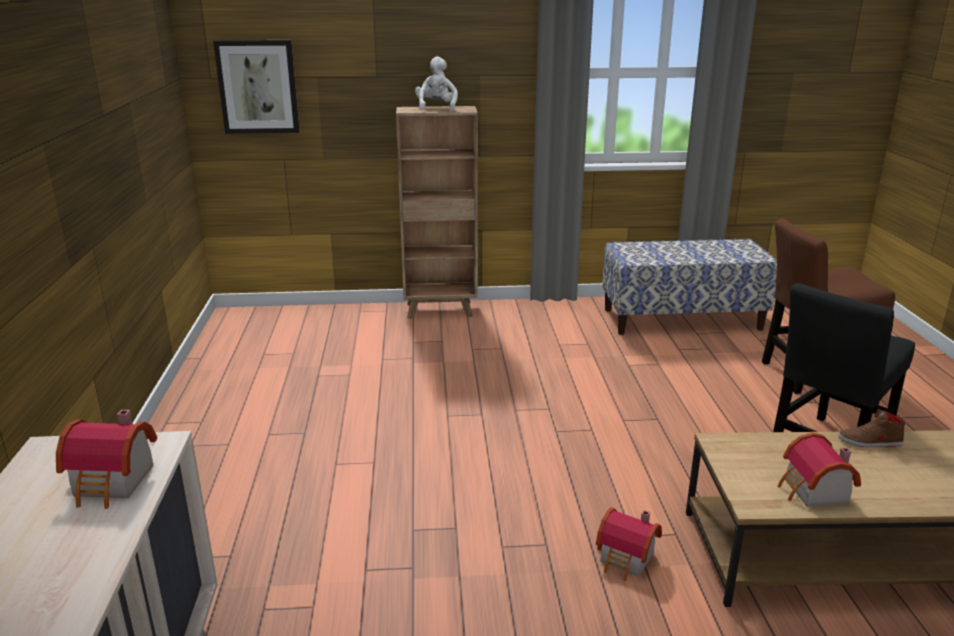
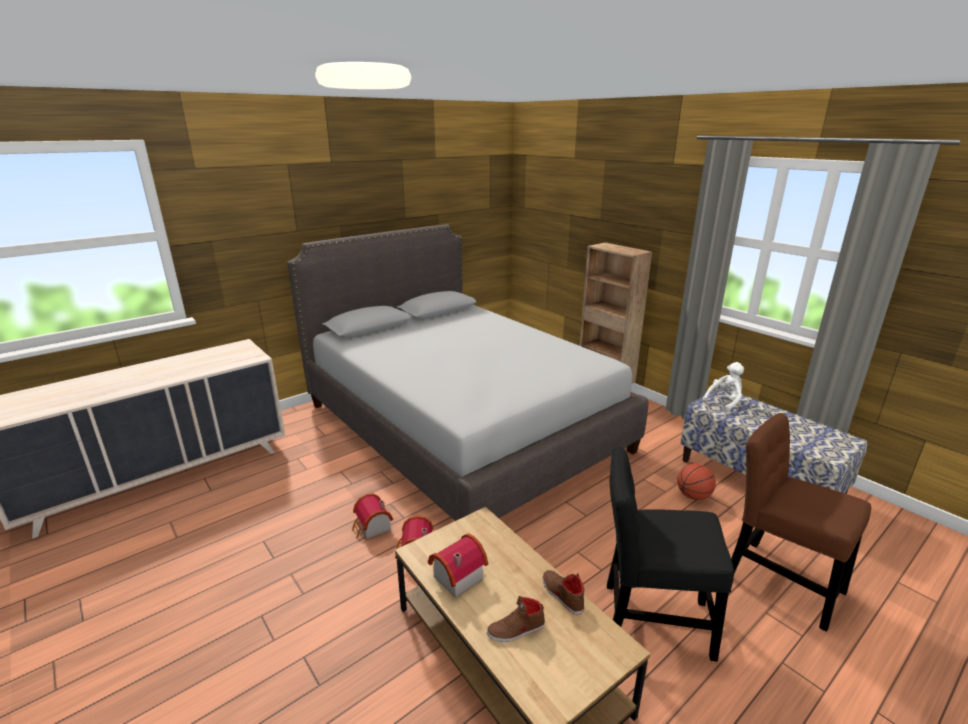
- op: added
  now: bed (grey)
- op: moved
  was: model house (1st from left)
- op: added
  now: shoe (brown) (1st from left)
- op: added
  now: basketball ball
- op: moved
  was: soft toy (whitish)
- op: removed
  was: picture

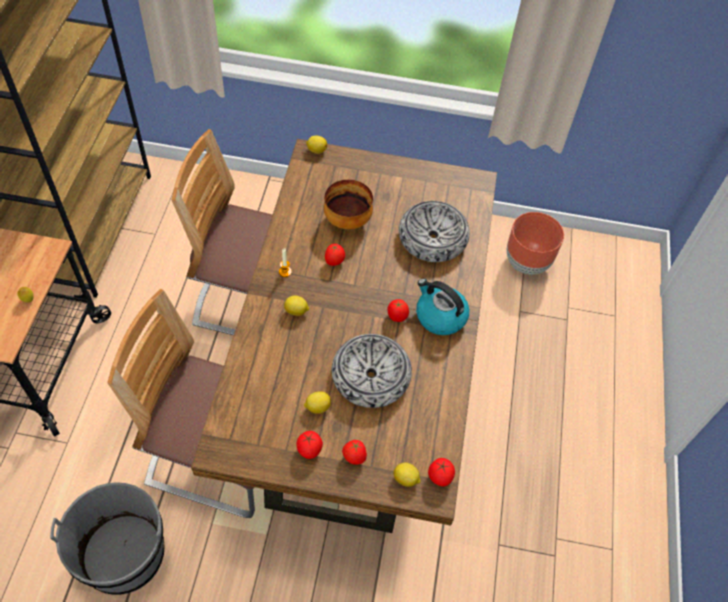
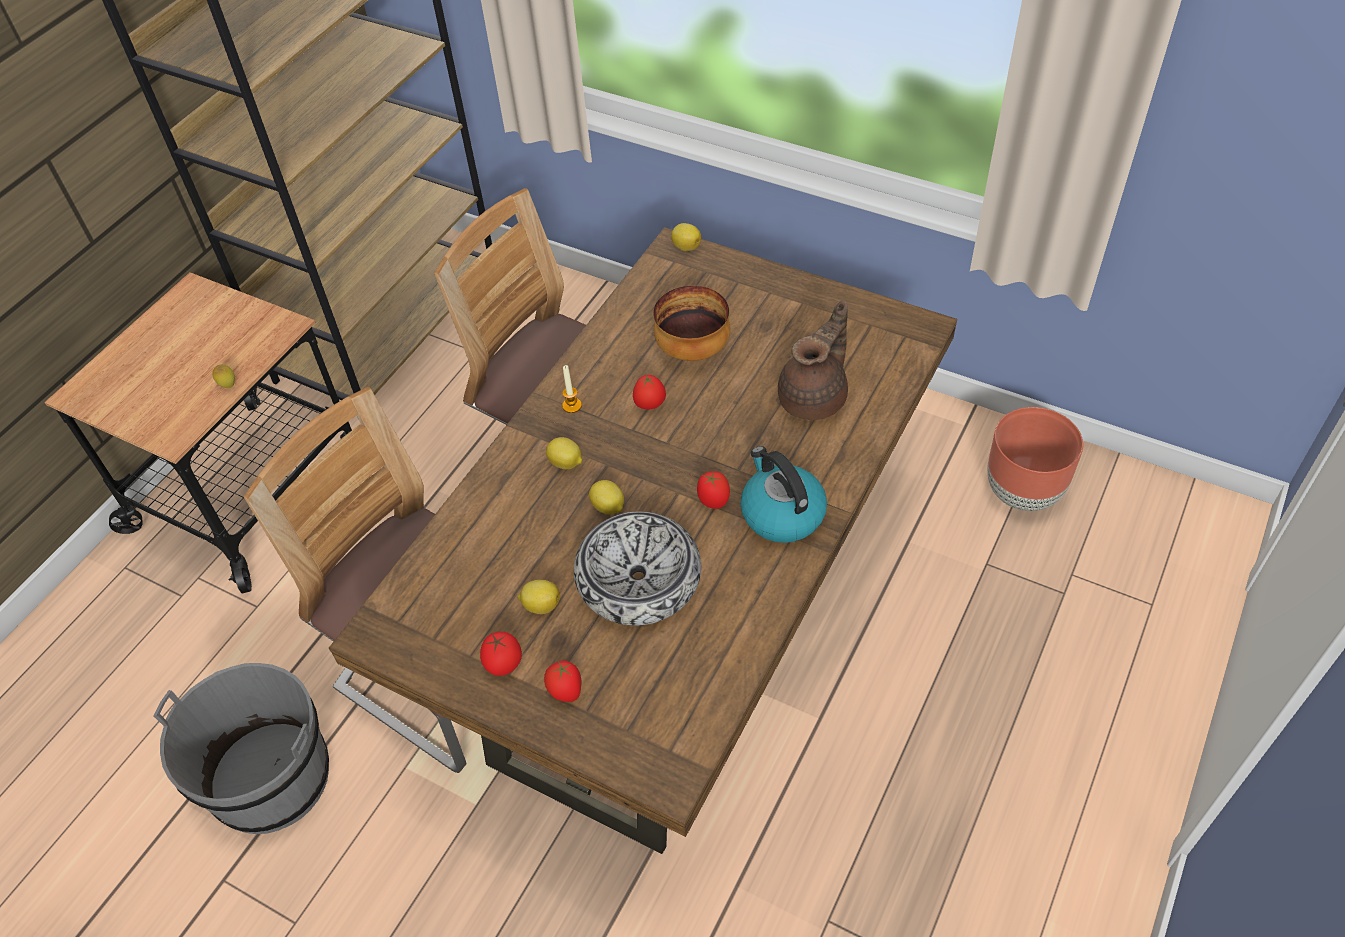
- op: moved
  was: citrus fruit (5th from left in the first image)
  now: citrus fruit (4th from left)
- op: replaced
  was: bowl (3rd from left)
  now: tea pot (brown)
- op: removed
  was: whole tomato (5th from left)

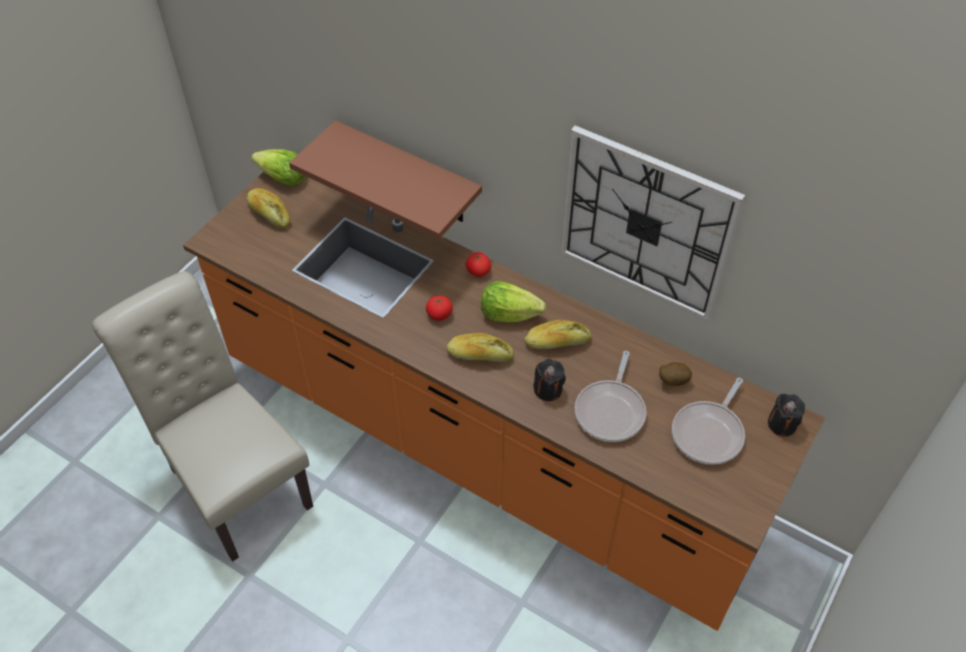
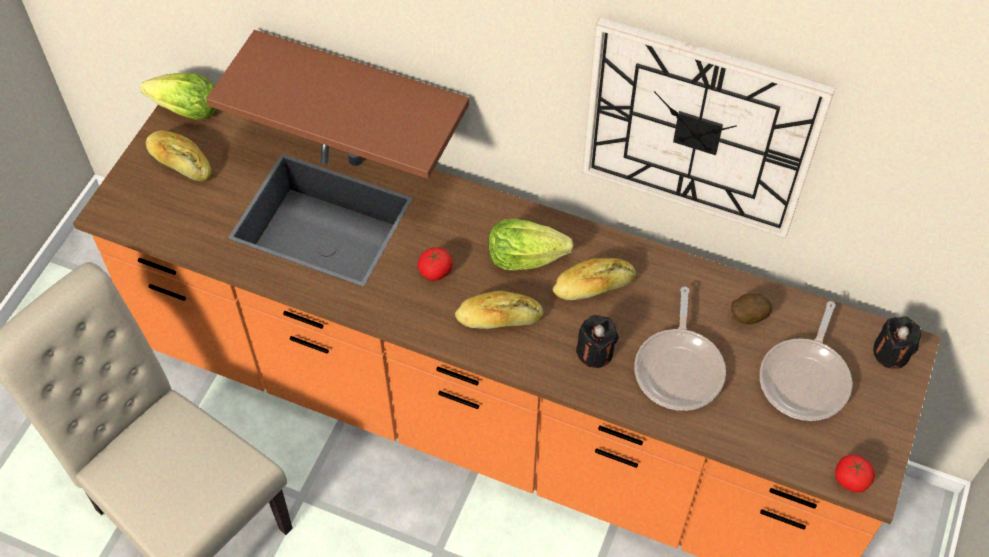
- op: moved
  was: whole tomato (2nd from left)

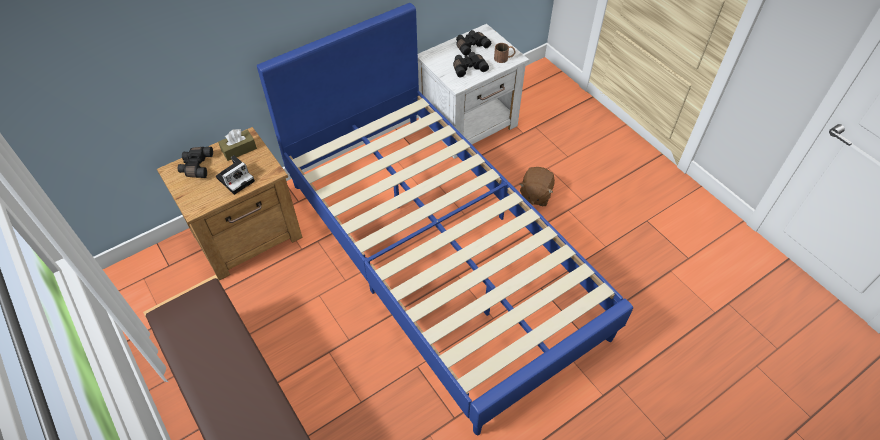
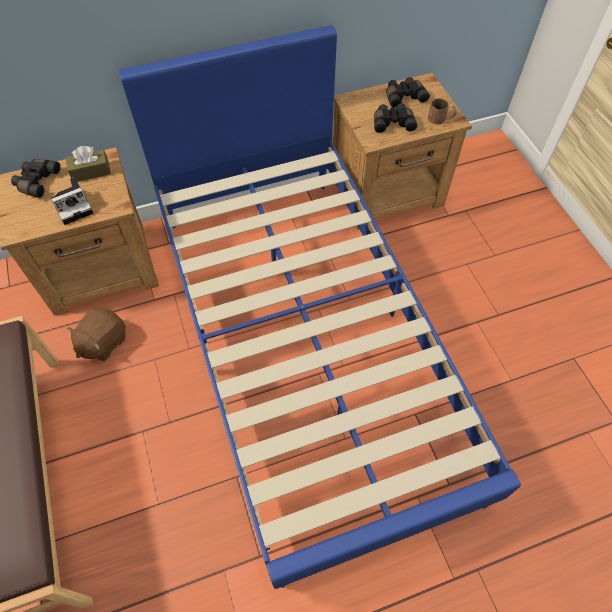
- op: moved
  was: soft toy (brown)
- op: recoloured
  was: night table (whitish)
  now: night table (brown) (2nd from left)

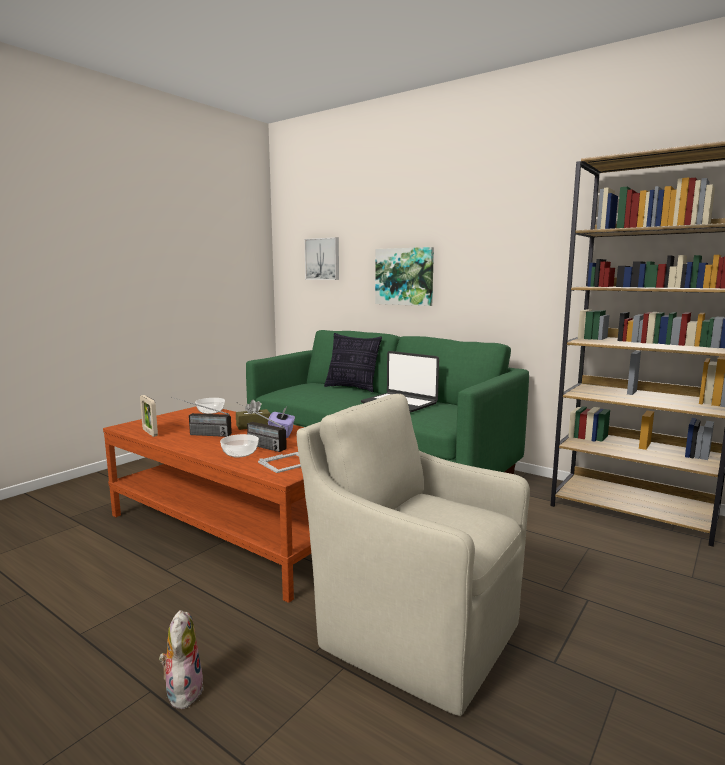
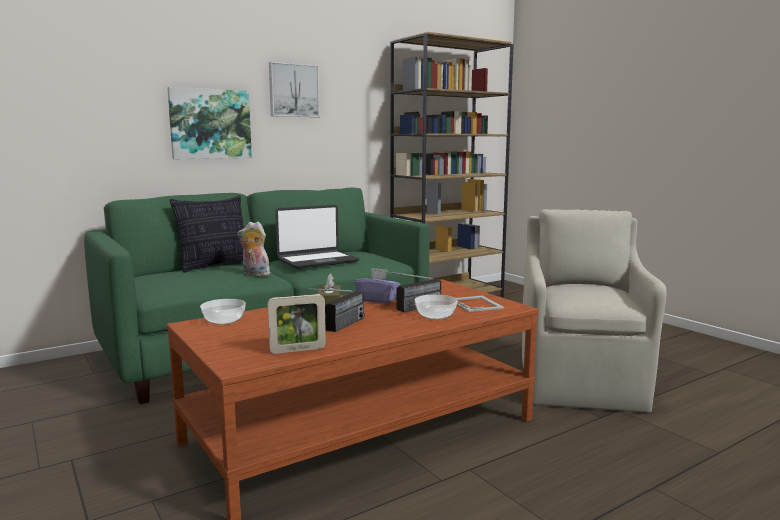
- op: moved
  was: soft toy
- op: moved
  was: picture (1st from left in the first image)
  now: picture (2nd from left)
- op: turned
  was: easy chair (sand-coloured)
  clockwise: 135

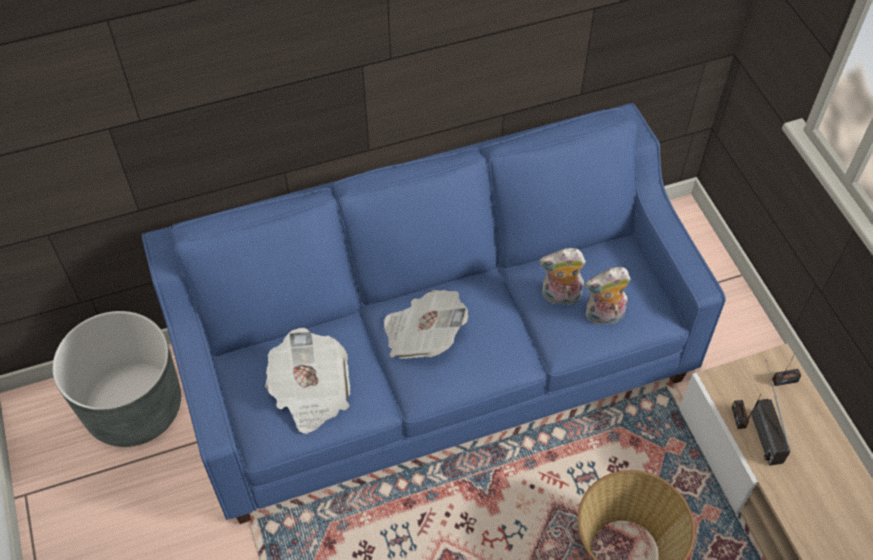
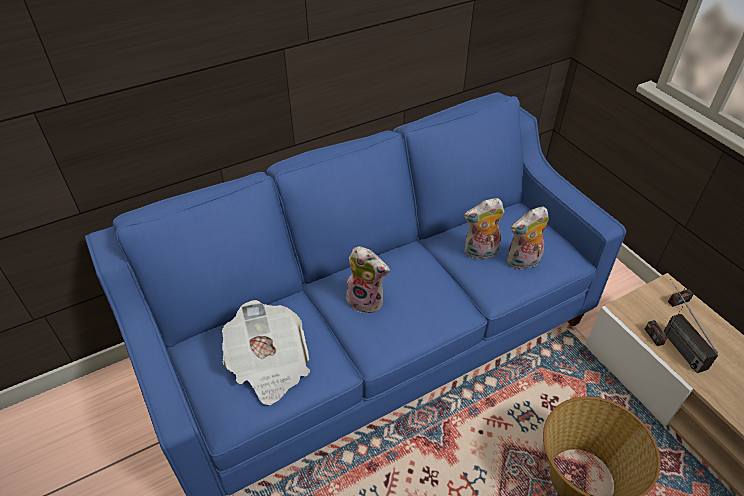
- op: replaced
  was: printed paper (2nd from left)
  now: soft toy (1st from left)
- op: removed
  was: plant pot (grey)

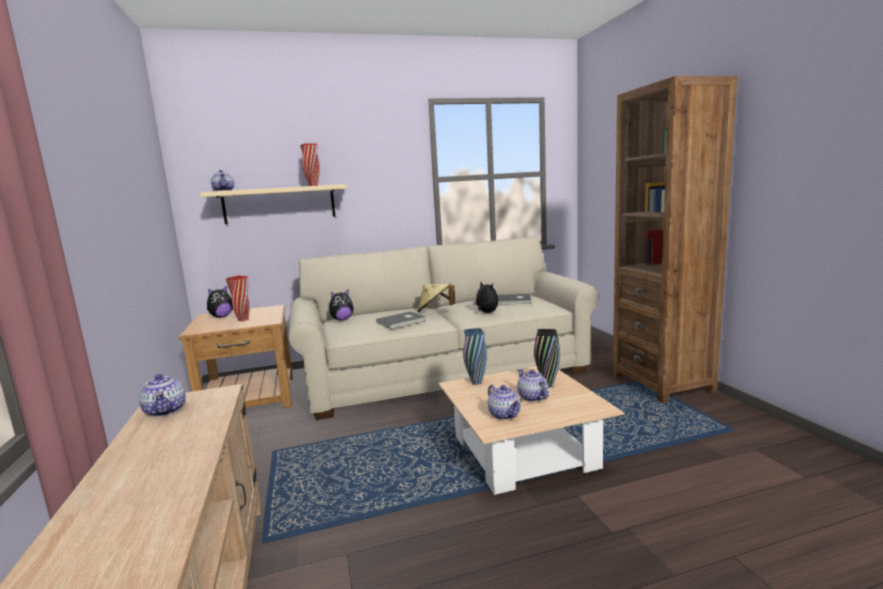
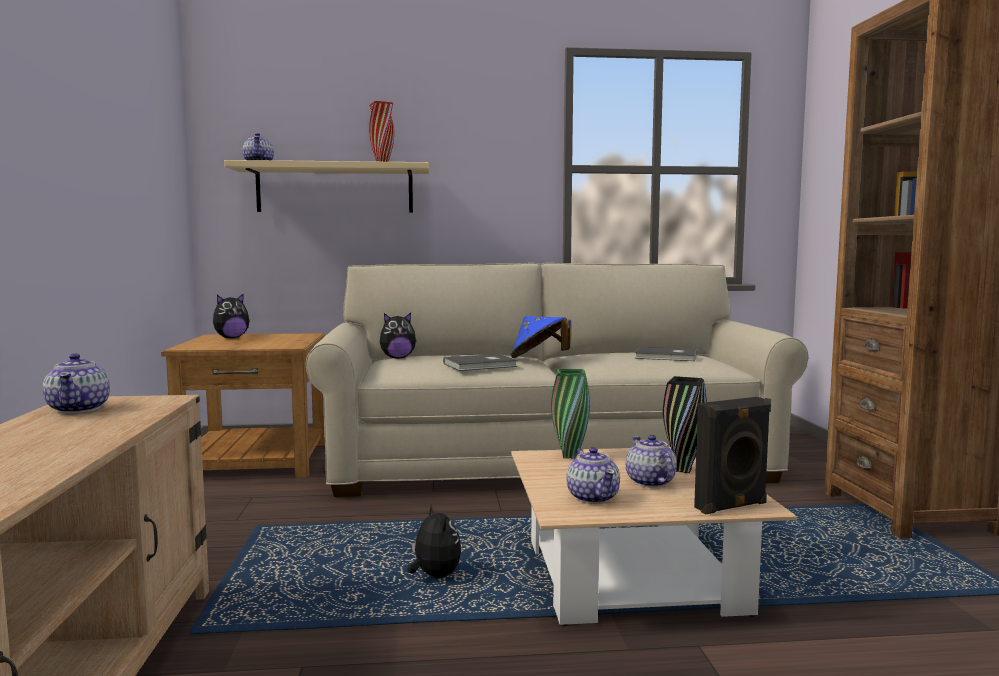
- op: moved
  was: soft toy (3rd from left)
- op: recoloured
  was: wearable hat (sand-coloured)
  now: wearable hat (blue-coloured)
- op: recoloured
  was: decorative vase (blue-coloured)
  now: decorative vase (green-coloured)
- op: added
  now: audio speaker (black)
- op: removed
  was: decorative vase (red) (1st from left)

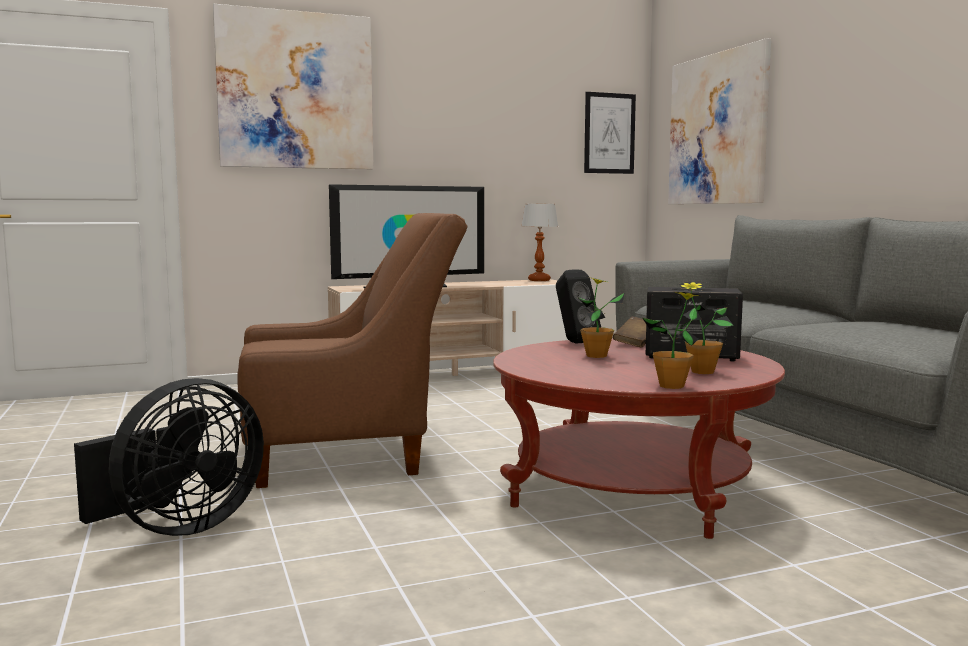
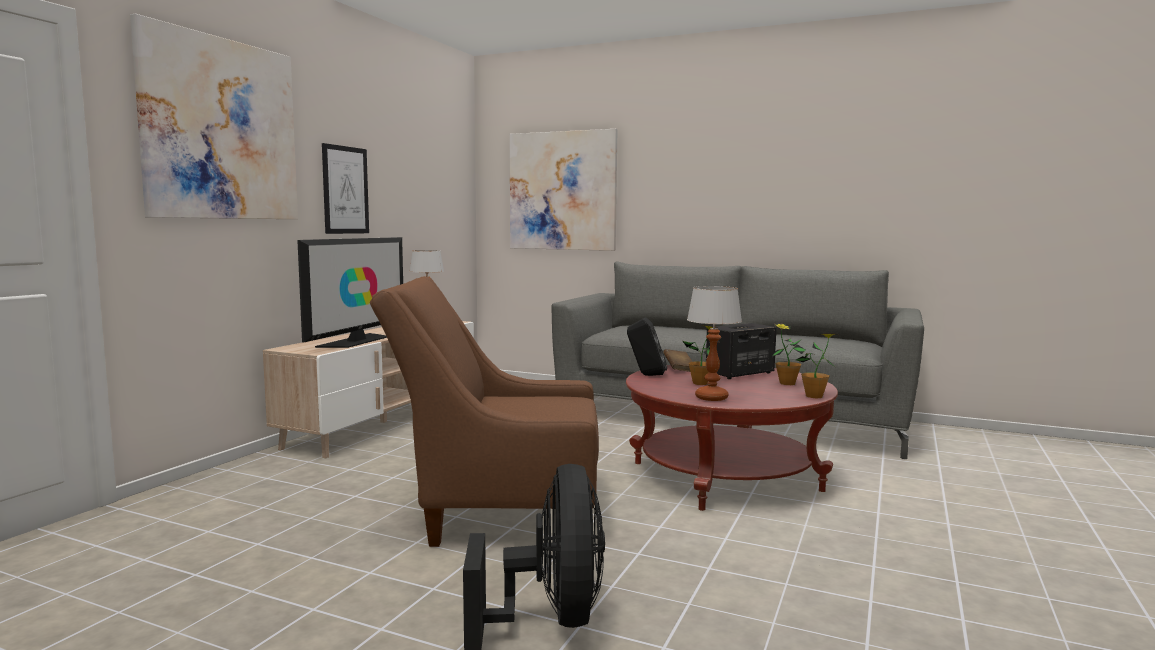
- op: moved
  was: picture (2nd from left)
- op: turned
  was: easy chair (brown)
  clockwise: -120
- op: added
  now: lamp for a table (2nd from left)

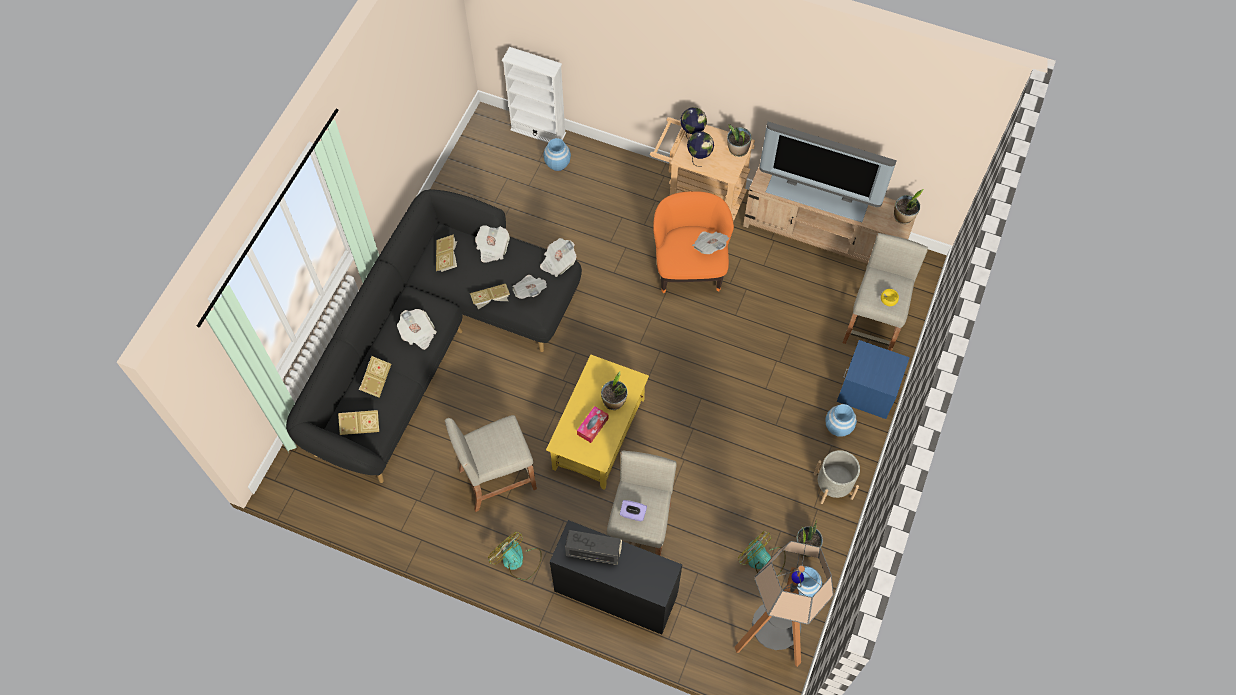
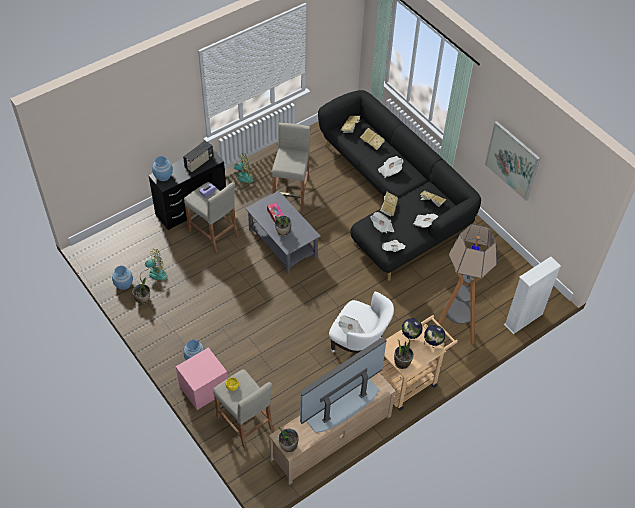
- op: moved
  was: decorative vase (blue-coloured) (1st from left in the first image)
  now: decorative vase (blue-coloured) (2nd from left)
- op: recoloured
  was: night table (blue-coloured)
  now: night table (pink)
- op: recoloured
  was: lounge table (yellow)
  now: lounge table (grey)
- op: recoloured
  was: easy chair (orange-coloured)
  now: easy chair (whitish)
- op: moved
  was: floor lamp
- op: added
  now: picture
- op: removed
  was: plant pot (grey)

